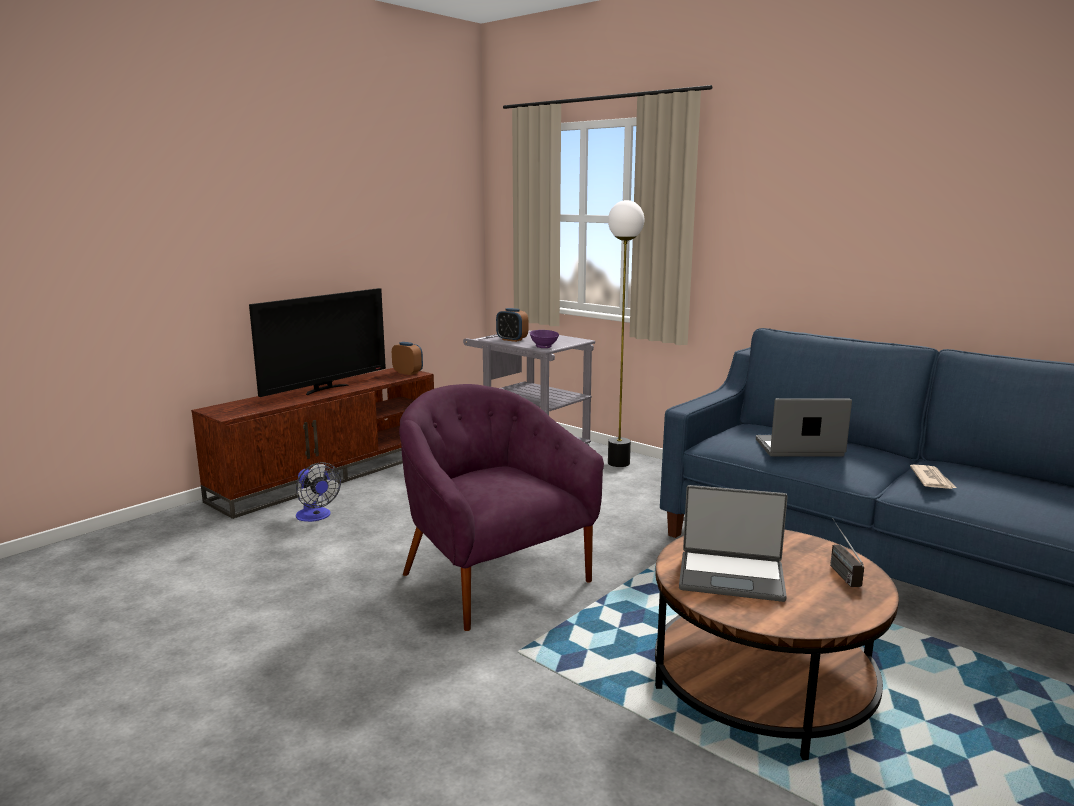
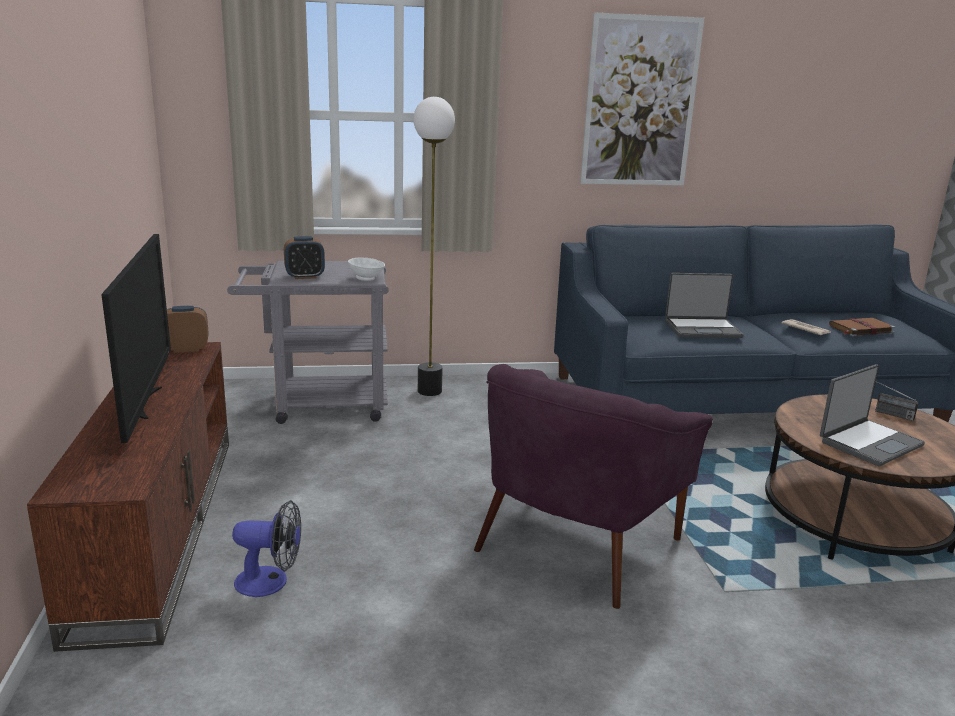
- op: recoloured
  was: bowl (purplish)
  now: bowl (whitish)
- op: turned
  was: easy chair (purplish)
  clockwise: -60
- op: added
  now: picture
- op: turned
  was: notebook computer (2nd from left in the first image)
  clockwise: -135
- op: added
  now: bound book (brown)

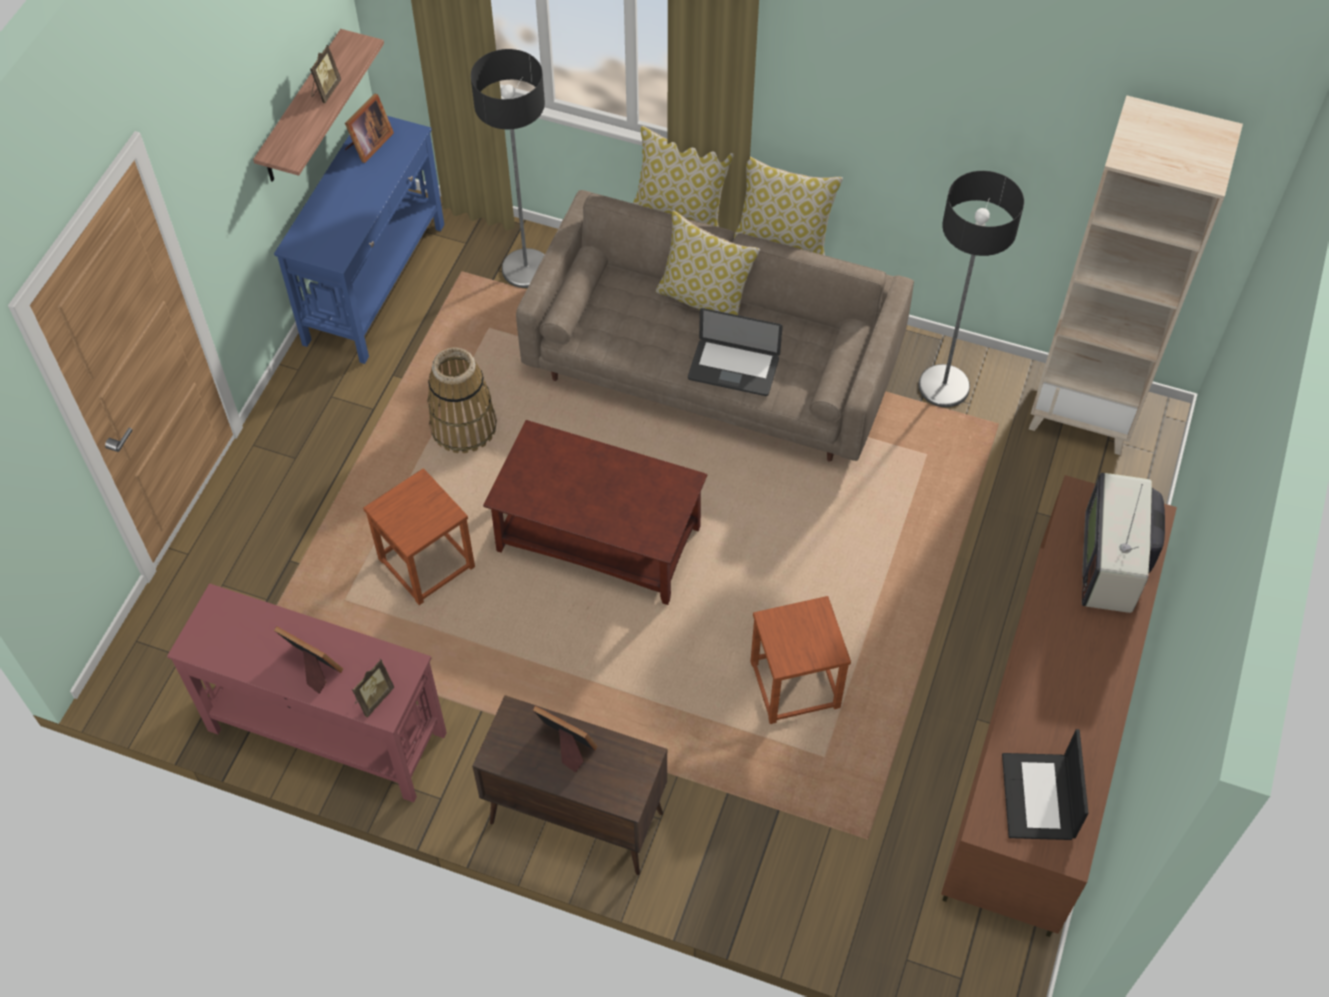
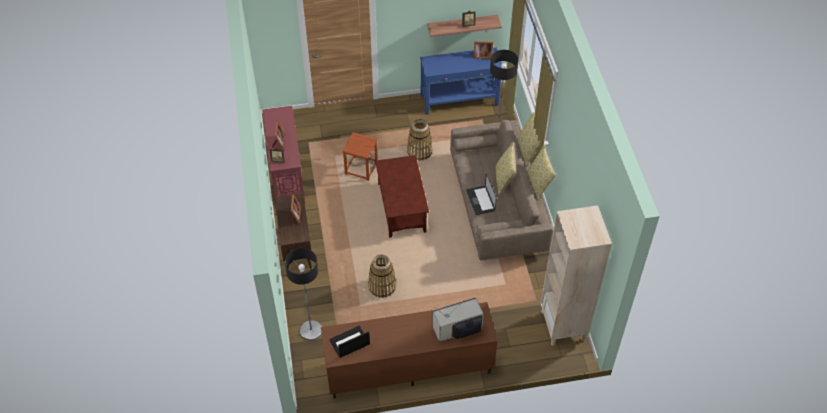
- op: moved
  was: floor lamp (2nd from left in the first image)
  now: floor lamp (1st from left)
- op: replaced
  was: stool (brown) (2nd from left)
  now: storage basket (1st from left)

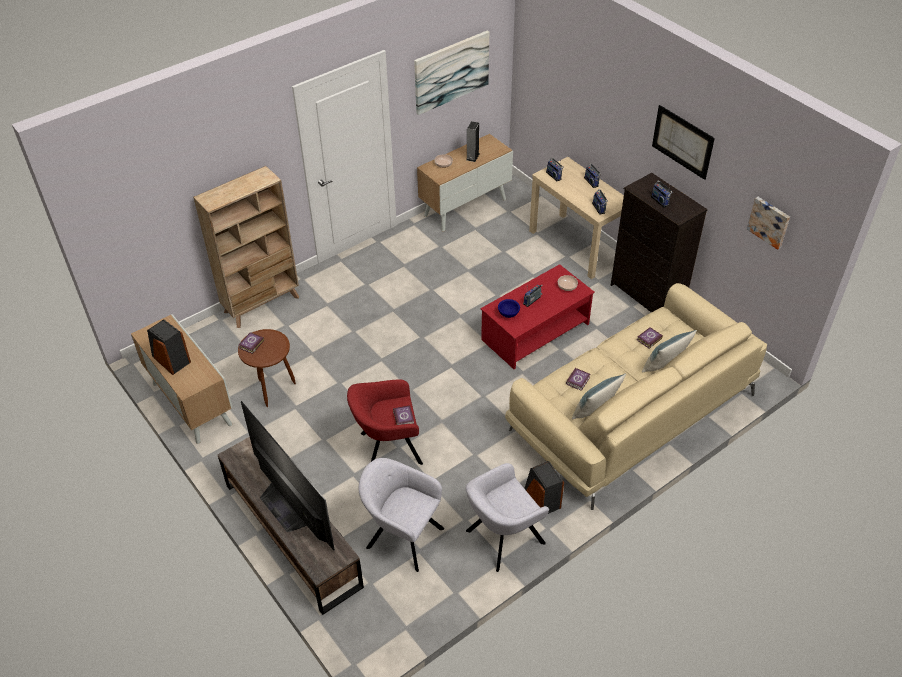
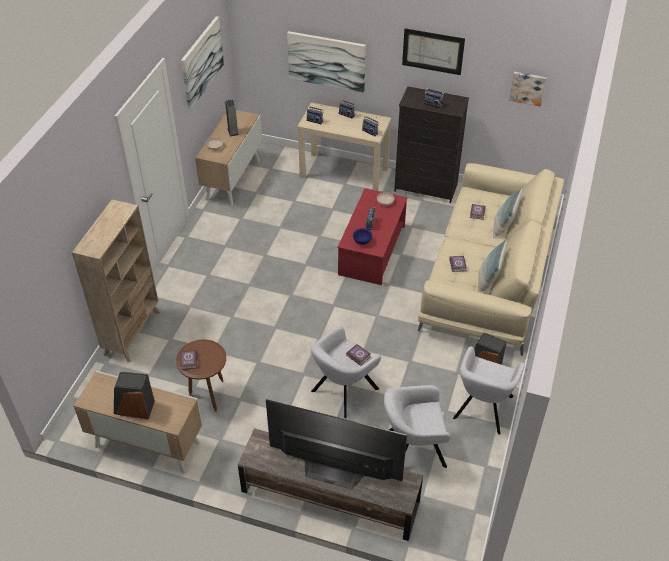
- op: added
  now: picture (2nd from left)
- op: recoloured
  was: easy chair (red)
  now: easy chair (grey) (1st from left)

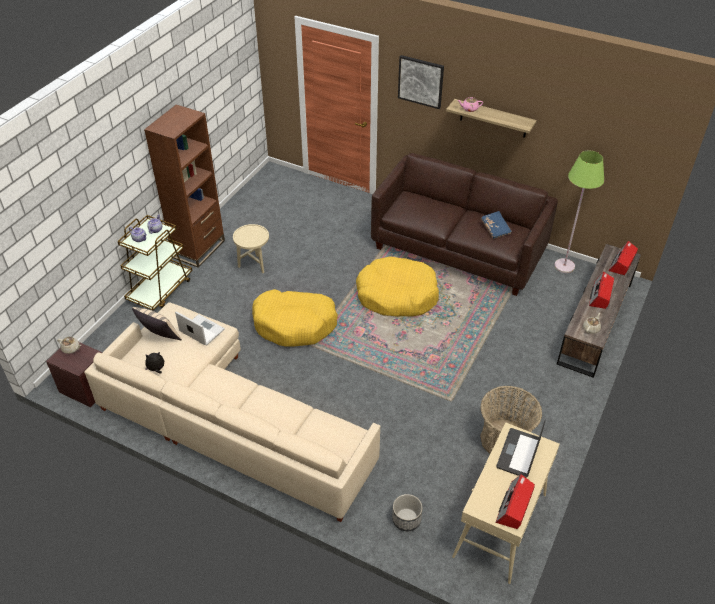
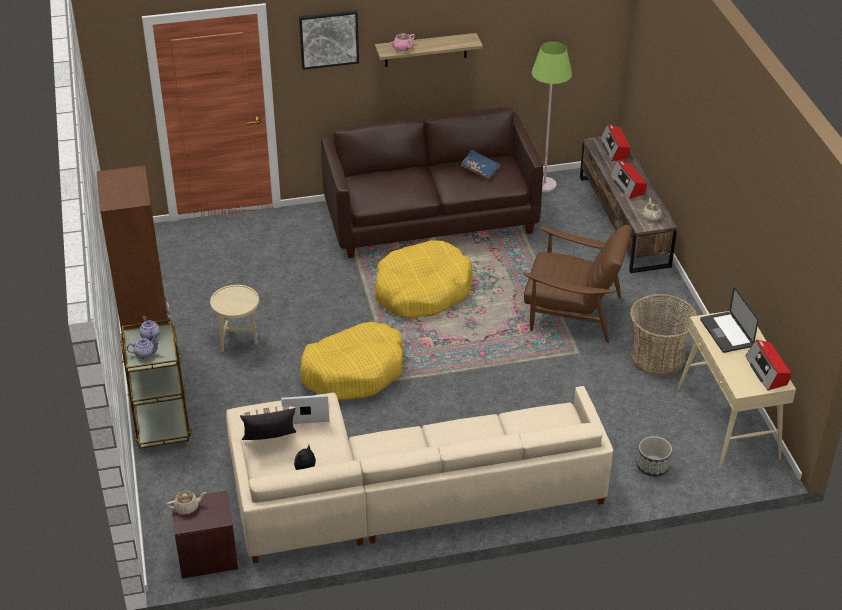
- op: added
  now: easy chair (brown)

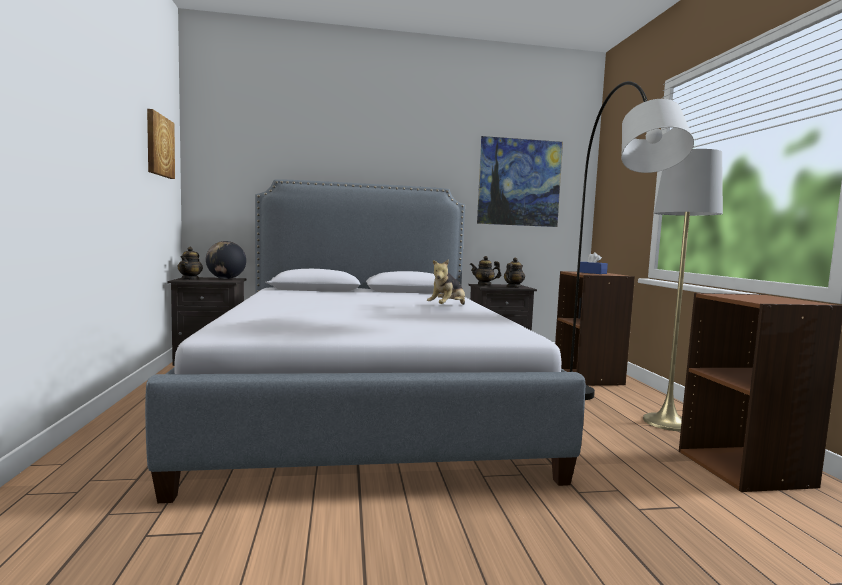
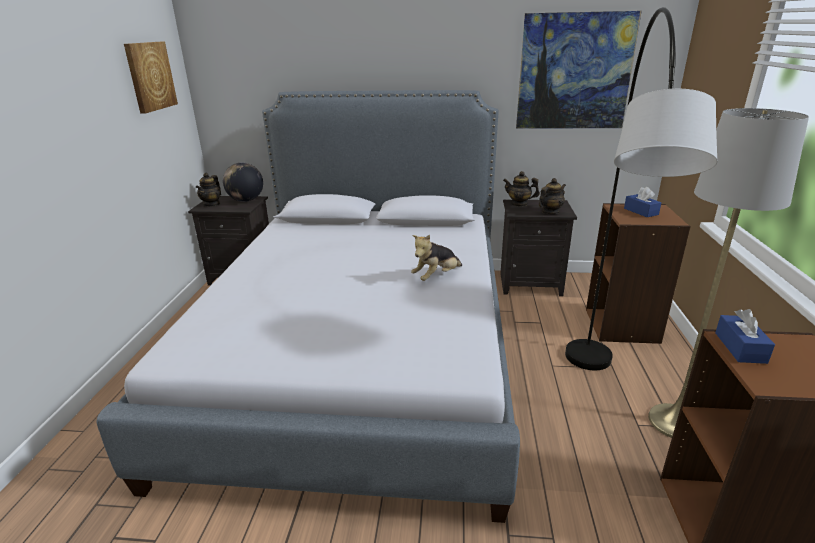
- op: added
  now: tissue holder (blue-coloured) (2nd from left)

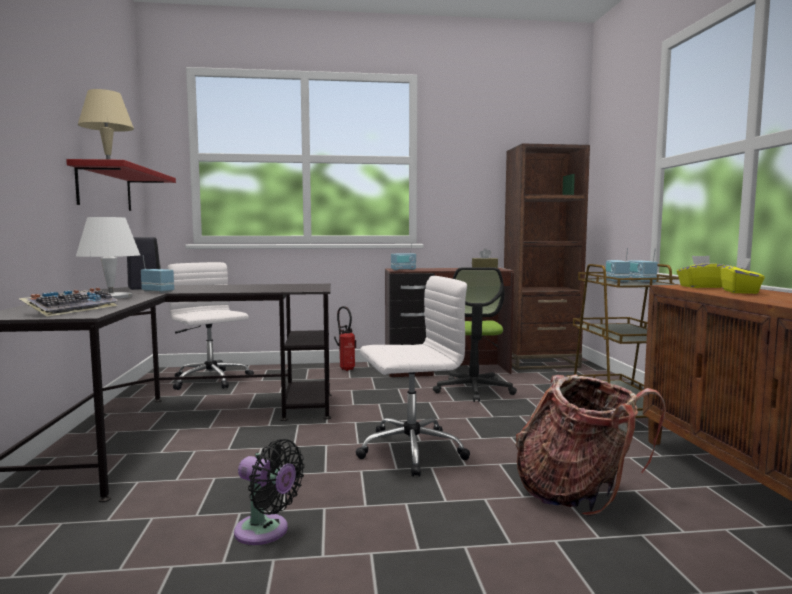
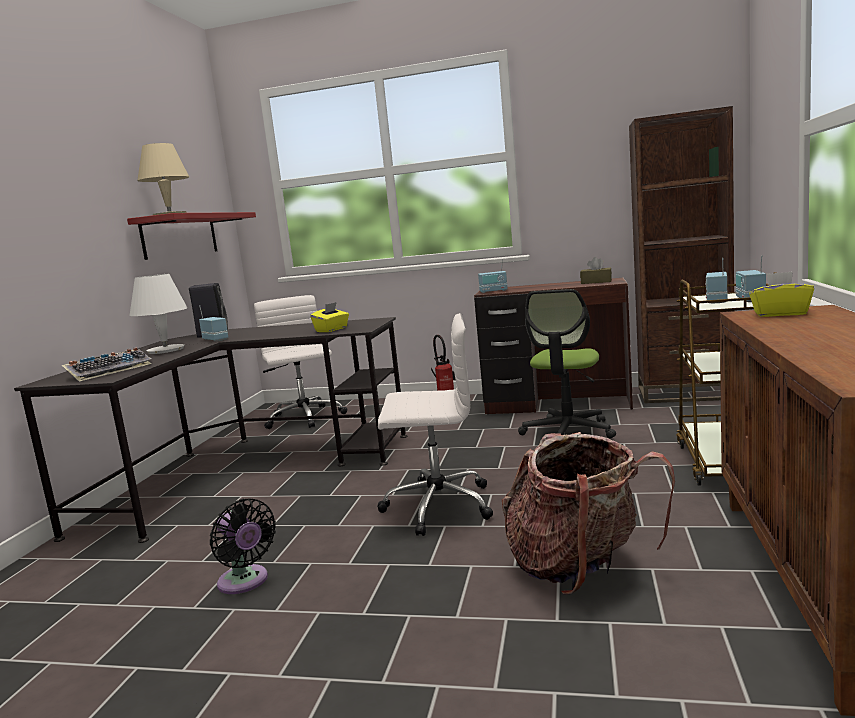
- op: moved
  was: tissue holder (yellow) (2nd from left in the first image)
  now: tissue holder (yellow) (1st from left)

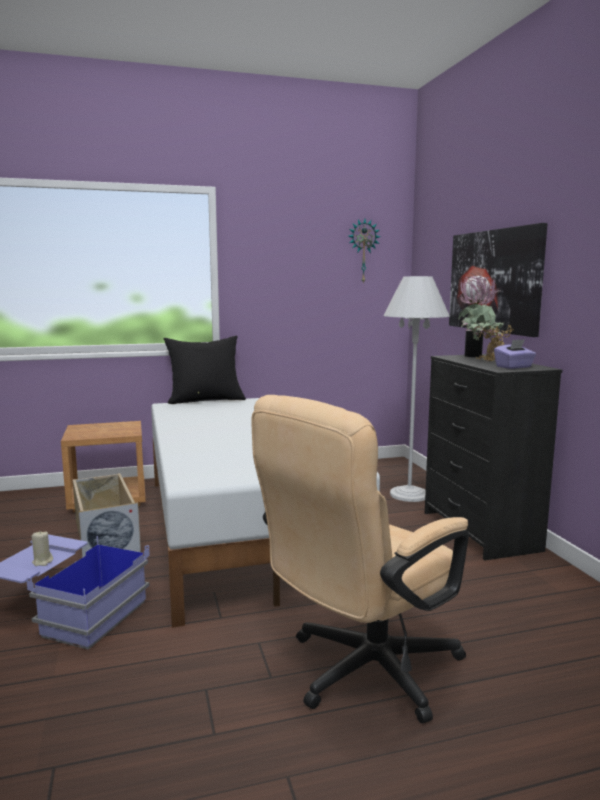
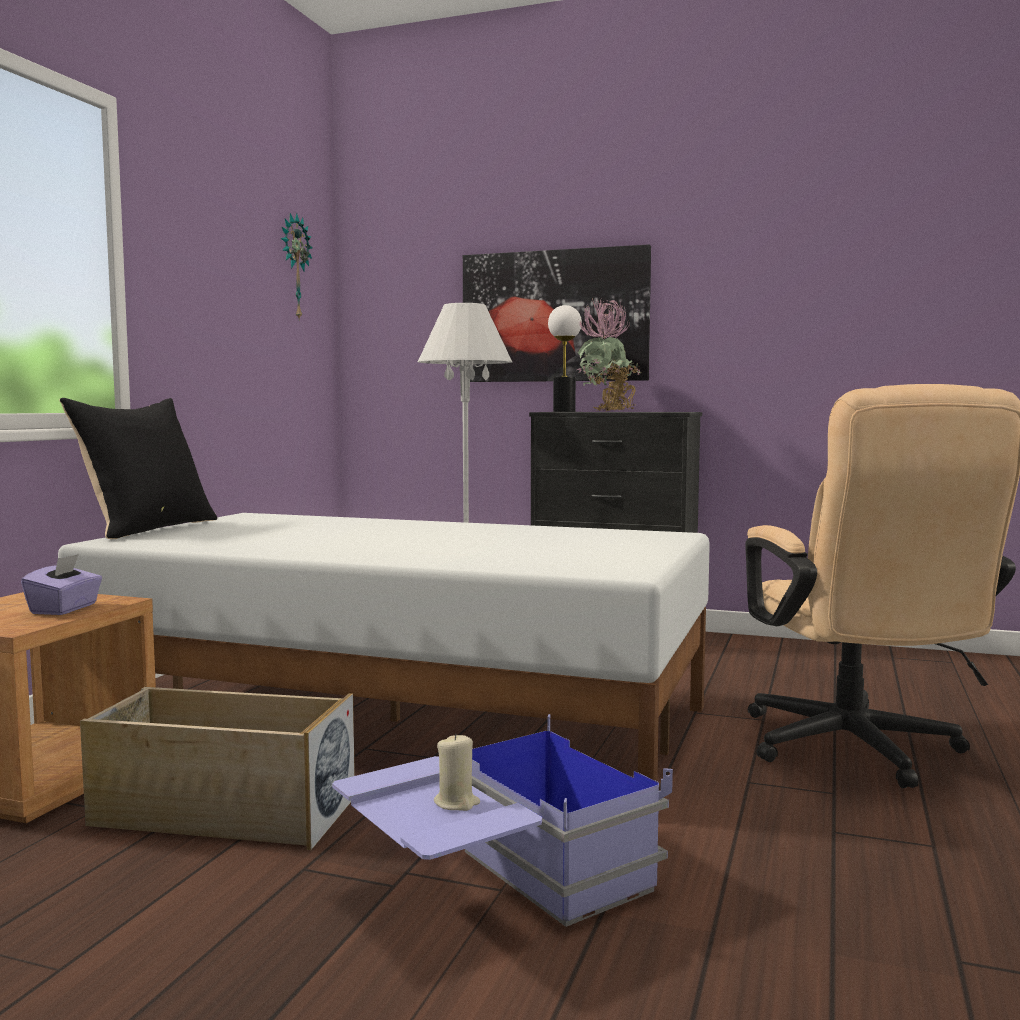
- op: moved
  was: tissue holder (purplish)

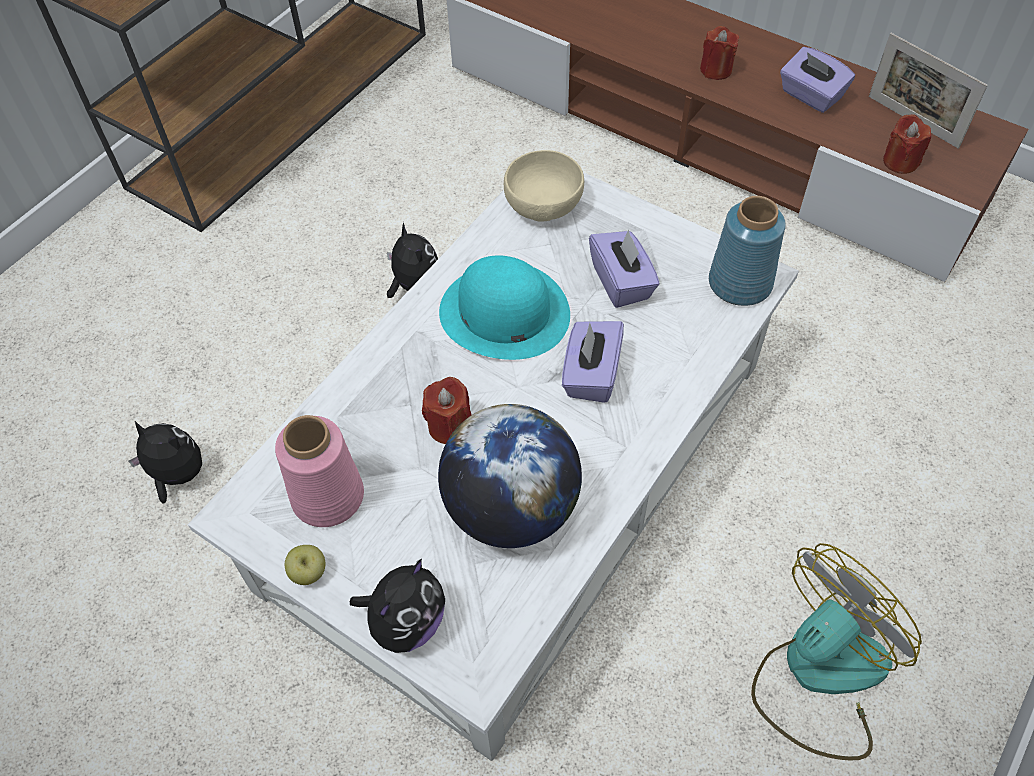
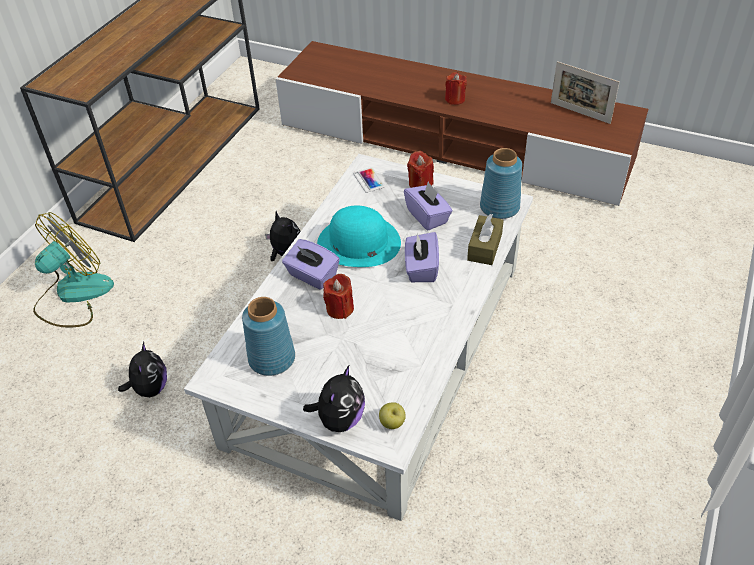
- op: moved
  was: electric fan
- op: turned
  was: soft toy (1st from left)
  clockwise: 75
- op: recoloured
  was: decorative vase (pink)
  now: decorative vase (blue-coloured) (1st from left)
- op: moved
  was: tissue holder (purplish) (3rd from left in the first image)
  now: tissue holder (purplish) (1st from left)
- op: replaced
  was: bowl (sand-coloured)
  now: phone
- op: moved
  was: apple fruit
- op: moved
  was: wax light (red) (3rd from left in the first image)
  now: wax light (red) (2nd from left)
- op: added
  now: tissue holder (brown)
- op: removed
  was: desk globe

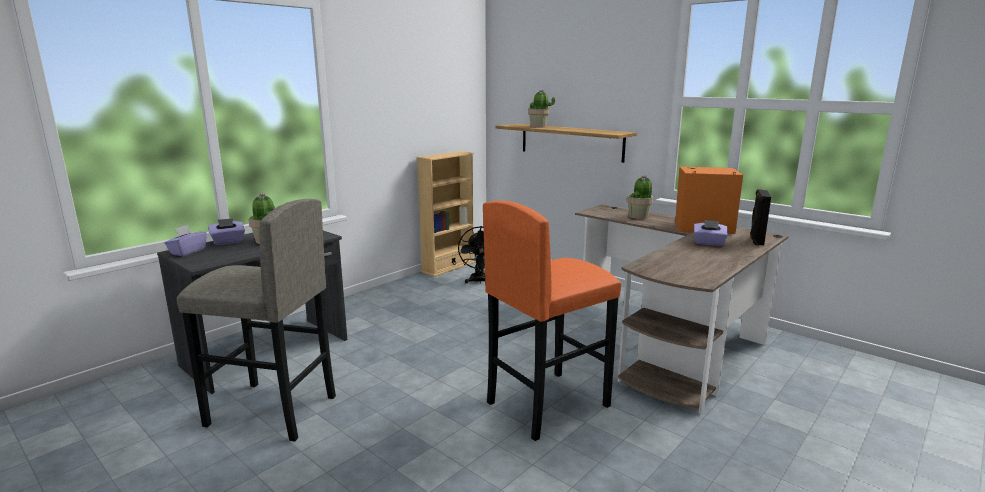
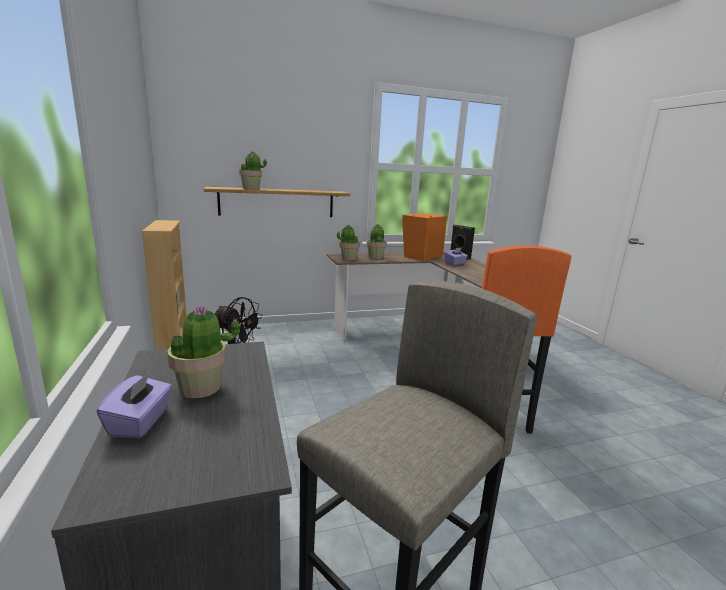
- op: added
  now: plant in a pot (3rd from left)
- op: removed
  was: tissue holder (purplish) (1st from left)

